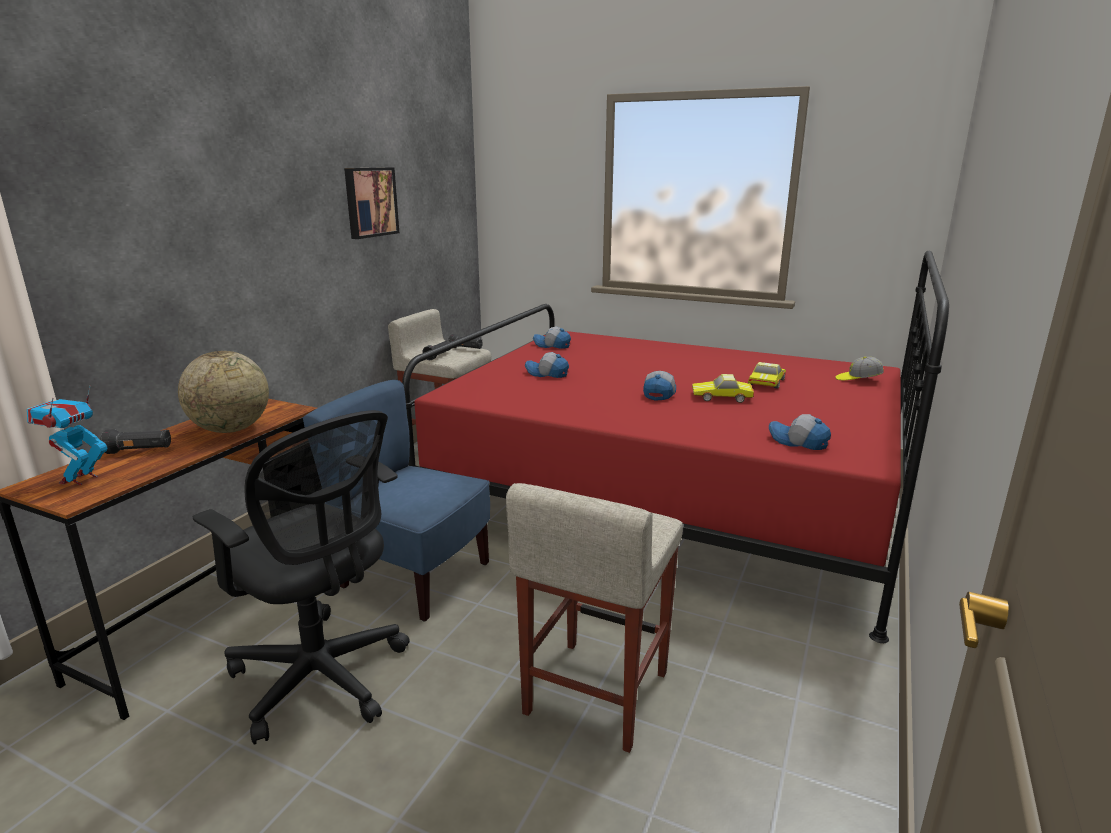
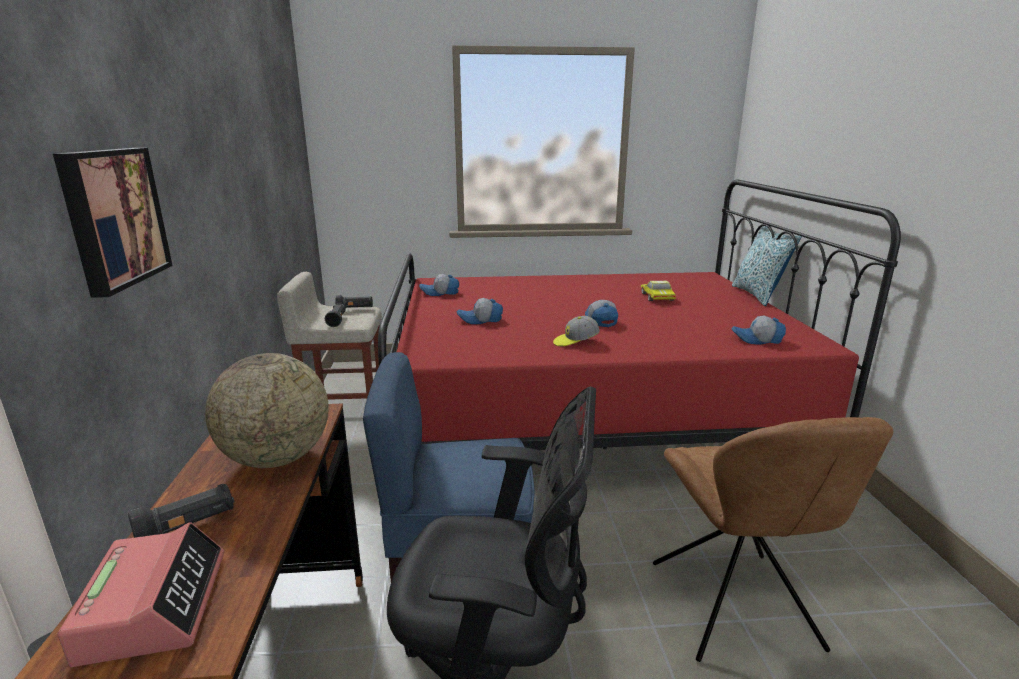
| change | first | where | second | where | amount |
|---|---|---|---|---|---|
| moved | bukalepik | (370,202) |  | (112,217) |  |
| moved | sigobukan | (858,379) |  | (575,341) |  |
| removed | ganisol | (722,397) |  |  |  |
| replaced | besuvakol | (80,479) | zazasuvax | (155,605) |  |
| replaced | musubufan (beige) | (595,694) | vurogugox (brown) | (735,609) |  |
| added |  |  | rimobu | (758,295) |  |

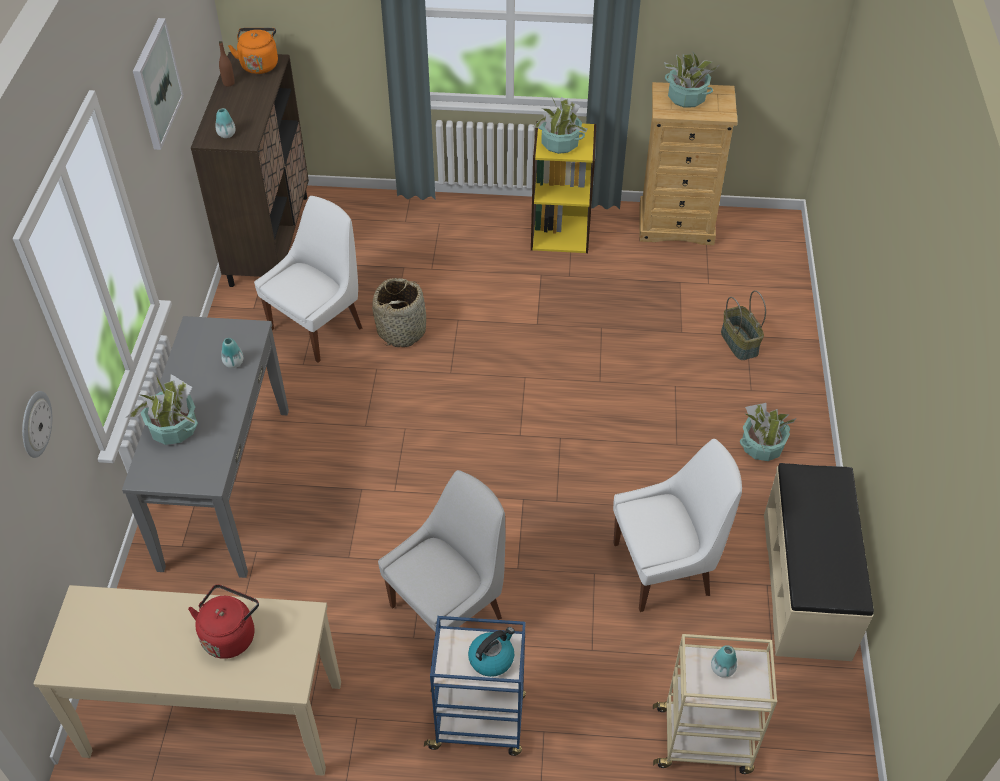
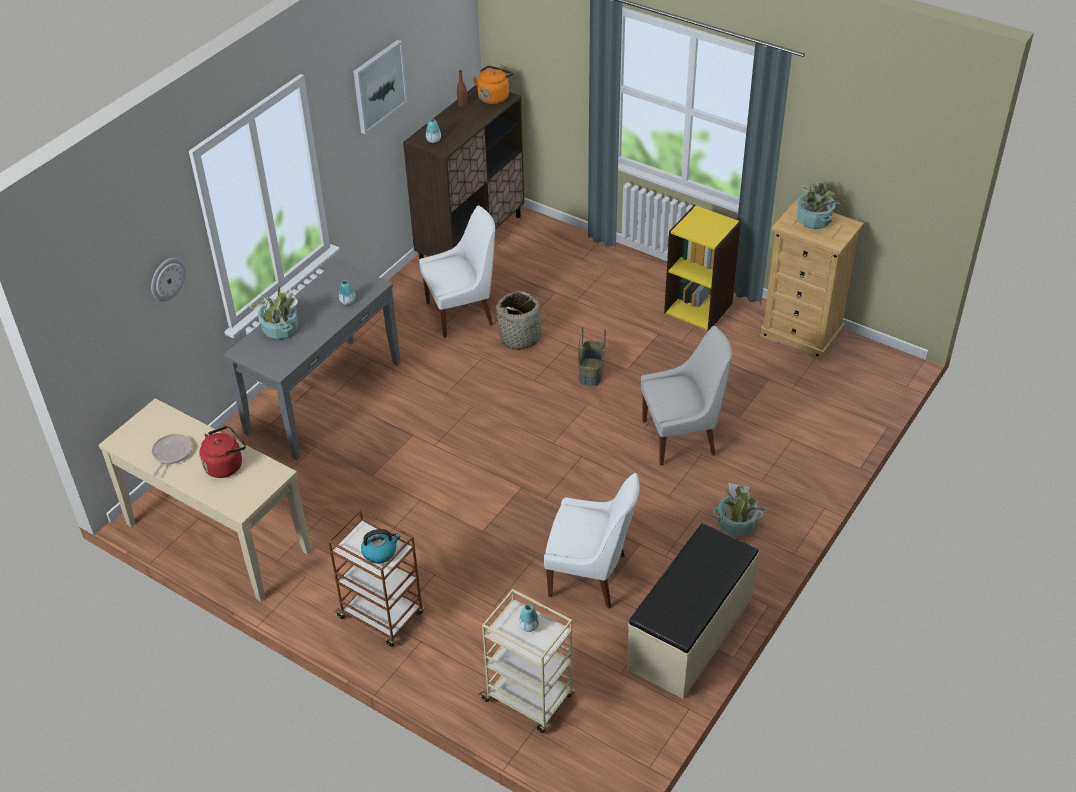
| change | first | where | second | where | amount |
|---|---|---|---|---|---|
| removed | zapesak | (560,143) |  |  |  |
| moved | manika | (740,343) |  | (592,372) |  |
| moved | vurogugox (white) | (449,609) |  | (682,437) |  |
| recoloured | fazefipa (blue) | (479,722) | fazefipa (brown) | (382,616) |  |
| added |  |  | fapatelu | (171,454) |  |

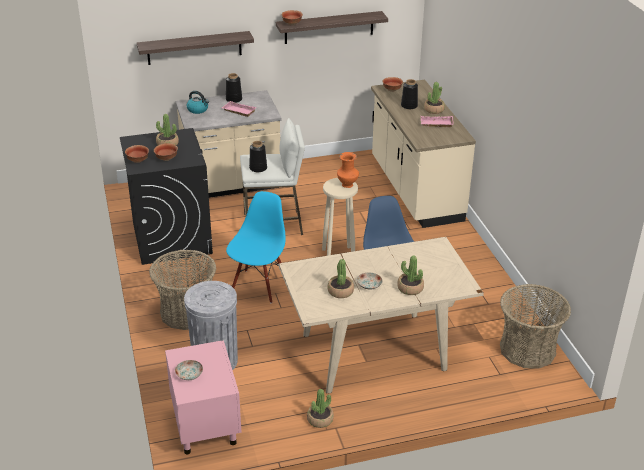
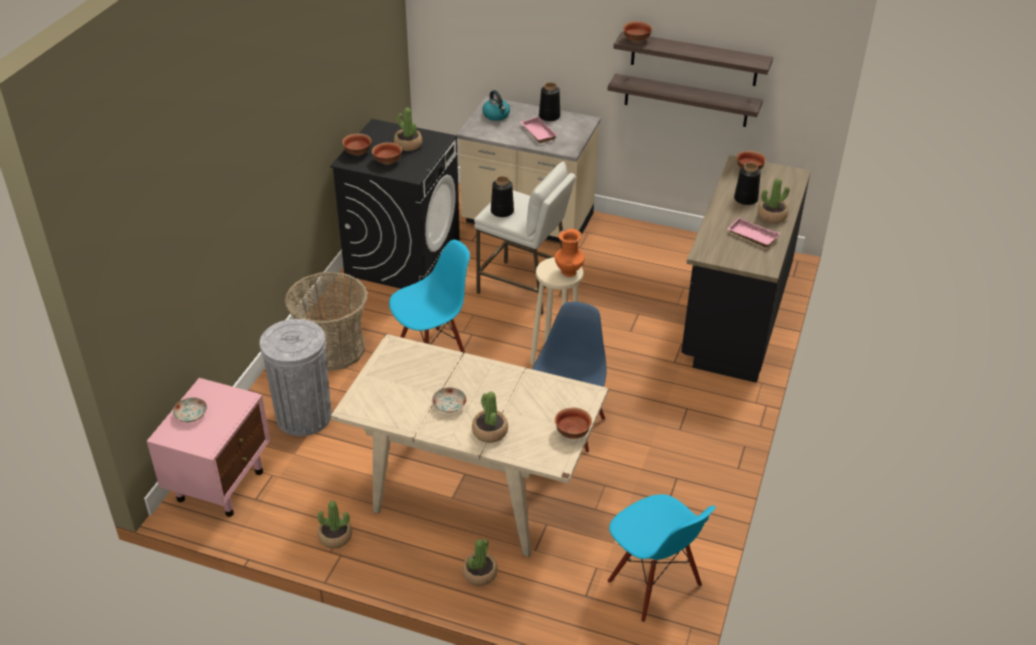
| change | first | where | second | where | amount |
|---|---|---|---|---|---|
| moved | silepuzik | (194,48) |  | (686,100) |  |
| recoloured | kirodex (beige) | (415,190) | kirodex (black) | (734,315) |  |
| moved | zapesak | (340,291) |  | (480,573) |  |
| replaced | manika | (527,349) | vurogugox (blue) | (653,584) |  |
| added |  |  | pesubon | (571,432) |  |

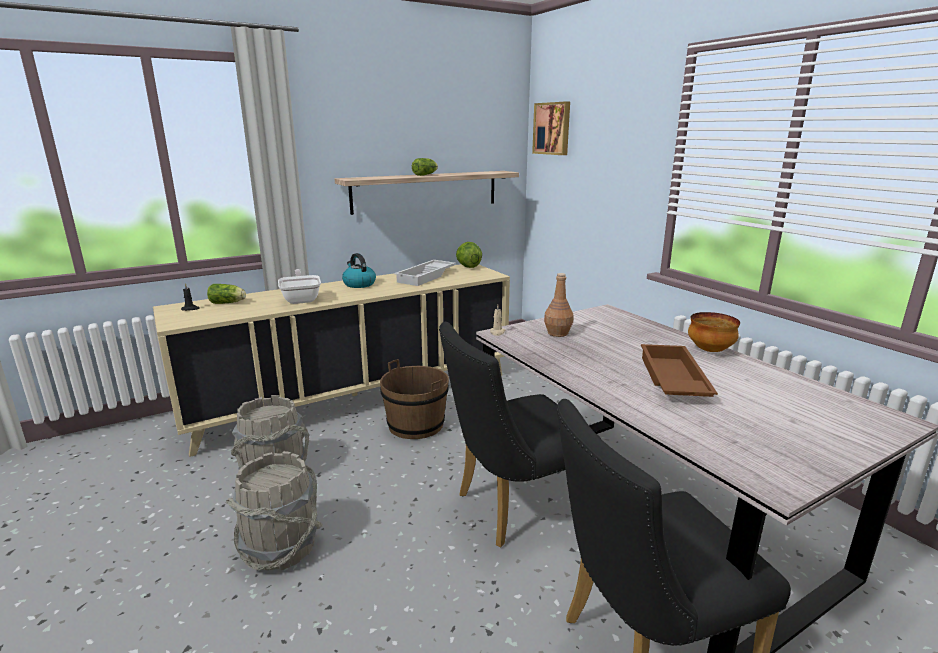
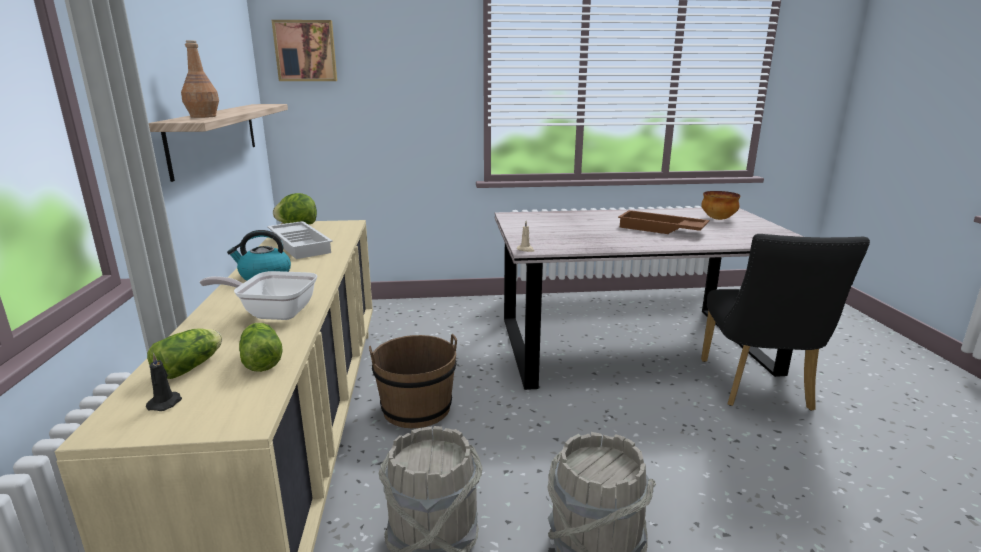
| change | first | where | second | where | amount |
|---|---|---|---|---|---|
| moved | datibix | (426,175) |  | (262,359) |  |
| moved | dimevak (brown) | (557,333) |  | (203,116) |  |
| moved | pesubon | (710,350) |  | (718,219) |  |
| removed | vurogugox (black) | (513,508) |  |  |  |

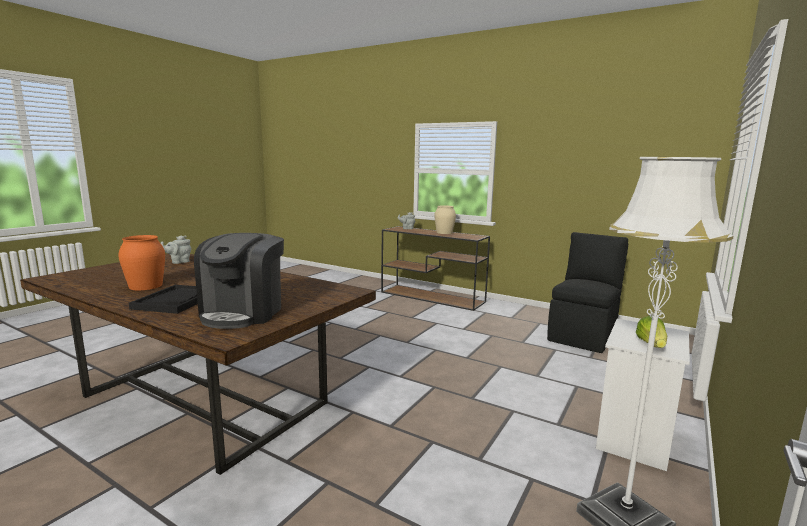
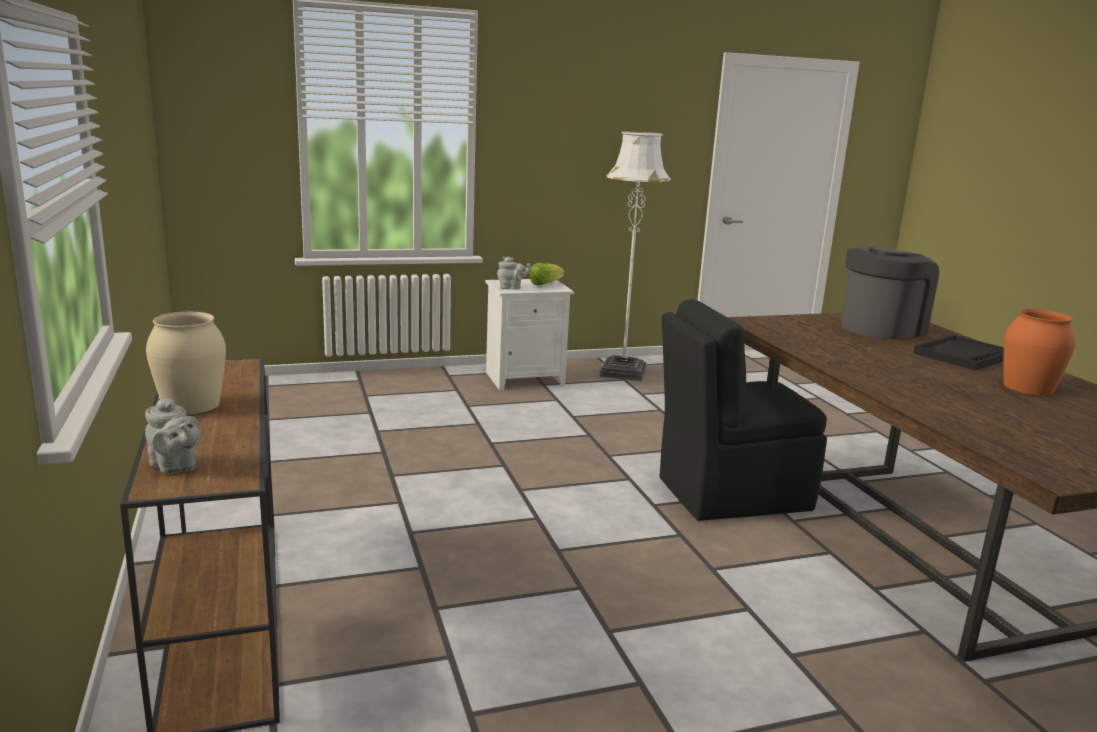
| change | first | where | second | where | amount |
|---|---|---|---|---|---|
| moved | vurogugox (black) | (583,335) |  | (729,494) |  |
| moved | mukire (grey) | (179,262) |  | (512,288) |  |

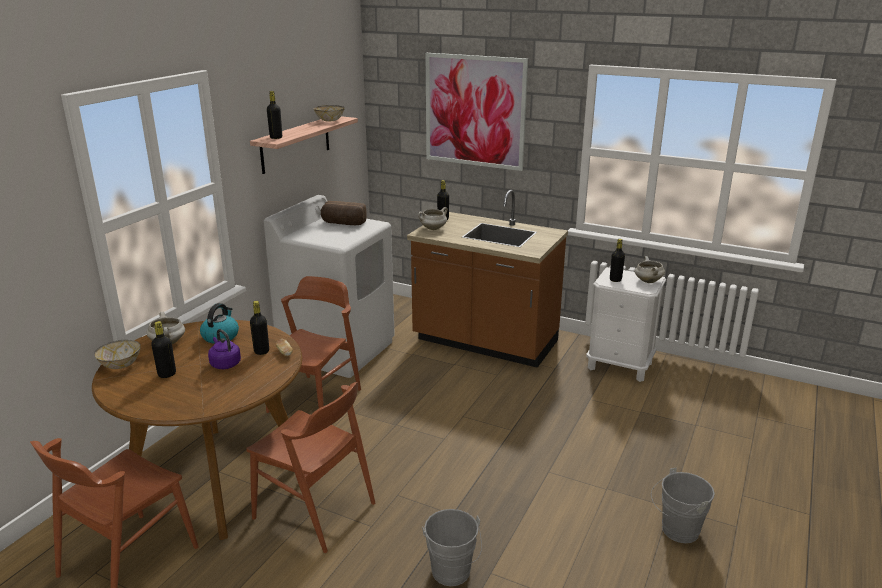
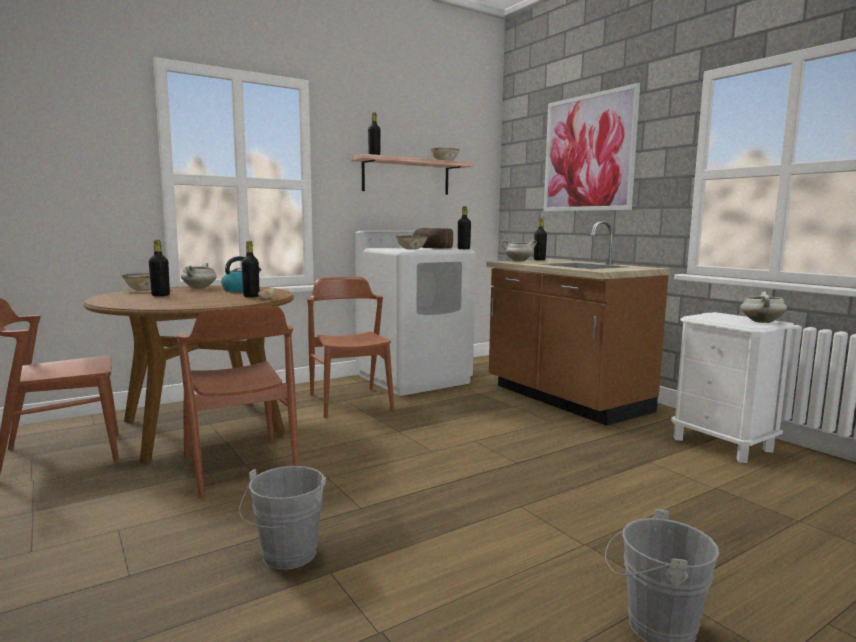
| change | first | where | second | where | amount |
|---|---|---|---|---|---|
| moved | dimevak (black) | (615,280) |  | (463,249) |  |
| turned | vurogugox (brown) | (315,400) |  | (350,402) | 75 degrees counterclockwise |
| removed | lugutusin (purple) | (225,364) |  |  |  |
| added |  |  | pesubon | (411,249) |  |

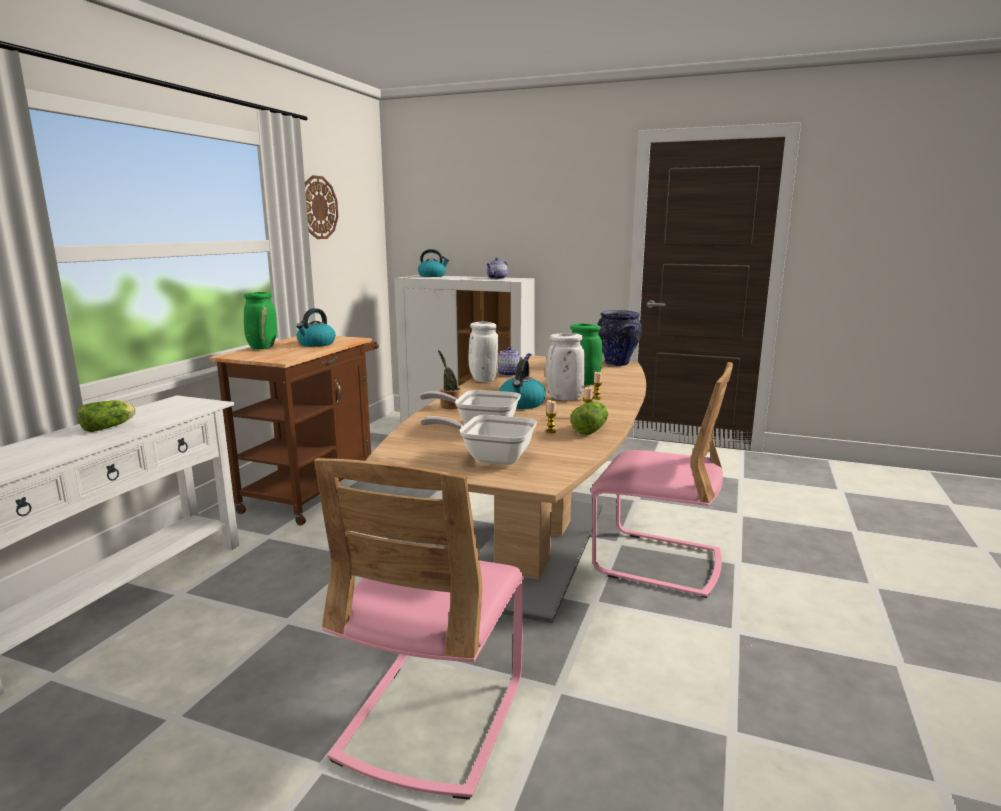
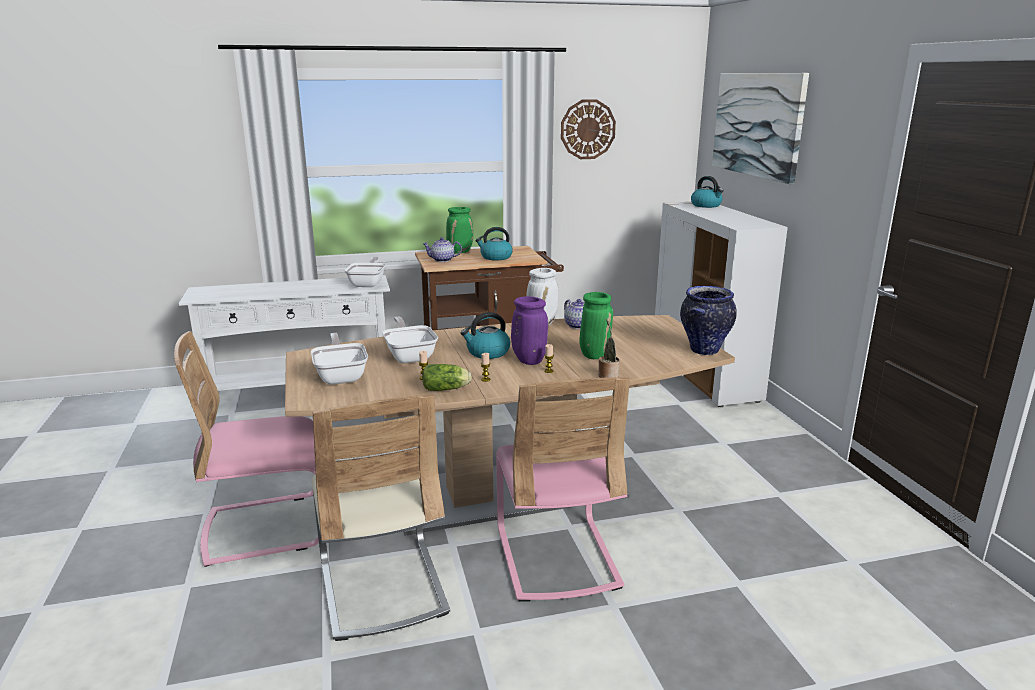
| change | first | where | second | where | amount |
|---|---|---|---|---|---|
| moved | mukire | (497,278) |  | (442,260) |  |
| recoloured | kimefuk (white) | (564,398) | kimefuk (purple) | (528,361) |  |
| moved | zapesak | (449,406) |  | (608,375) |  |
| removed | datibix | (110,427) |  |  |  |
| added |  |  | bukalepik | (757,124) |  |
| added |  |  | fapatelu | (368,283) |  |
| added |  |  | vurogugox (beige) | (382,586) |  |

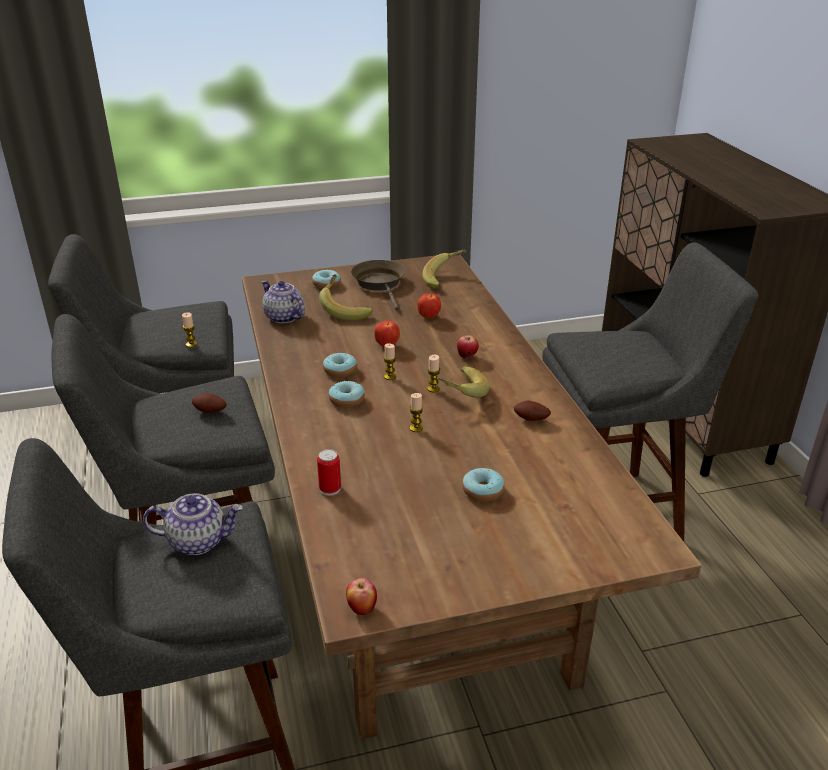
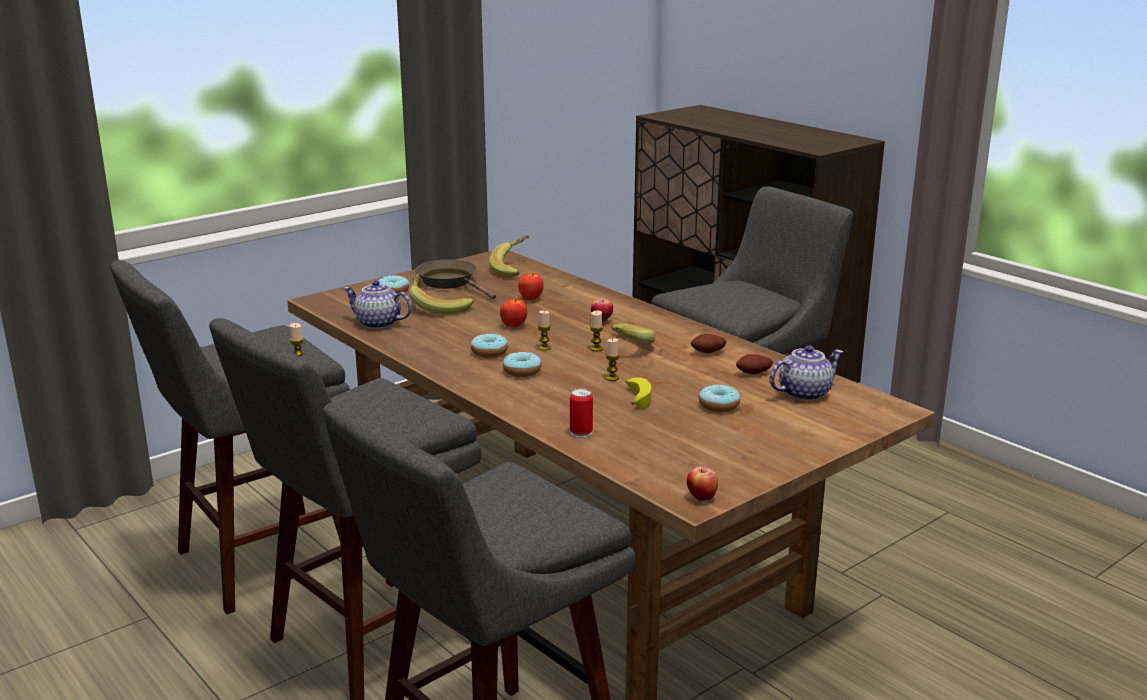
| change | first | where | second | where | amount |
|---|---|---|---|---|---|
| moved | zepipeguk | (210,412) |  | (754,374) |  |
| moved | mukire | (198,541) |  | (804,393) |  |
| added |  |  | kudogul | (636,398) |  |

